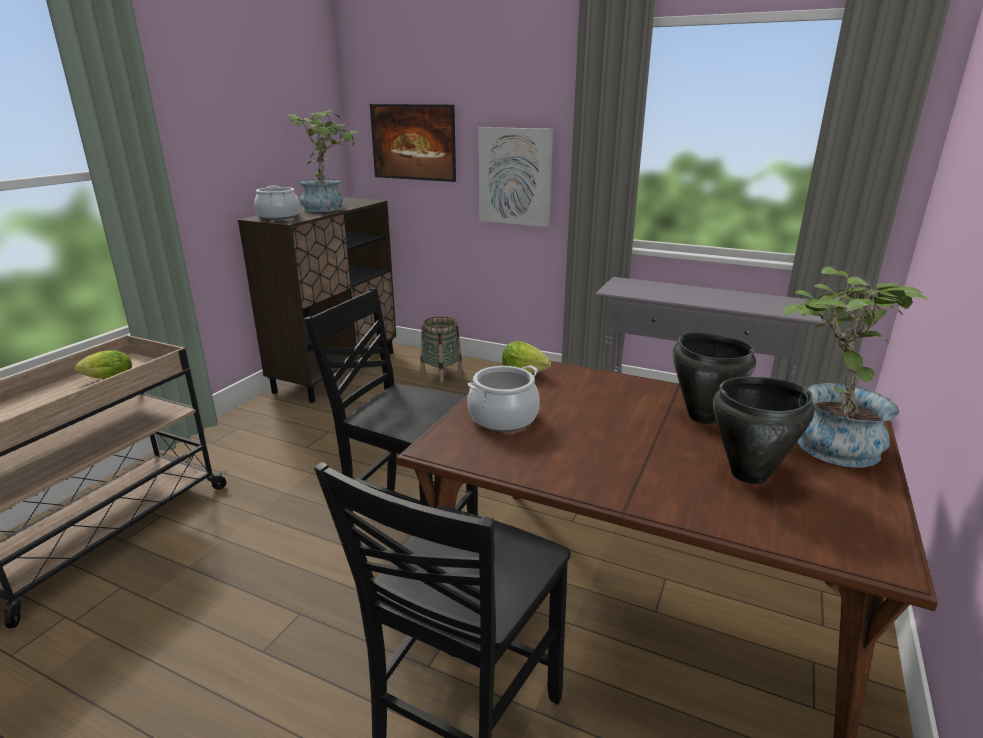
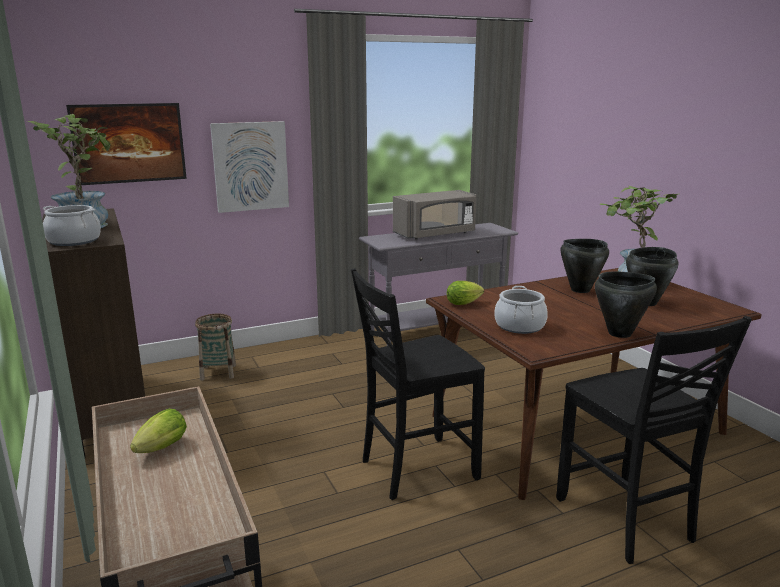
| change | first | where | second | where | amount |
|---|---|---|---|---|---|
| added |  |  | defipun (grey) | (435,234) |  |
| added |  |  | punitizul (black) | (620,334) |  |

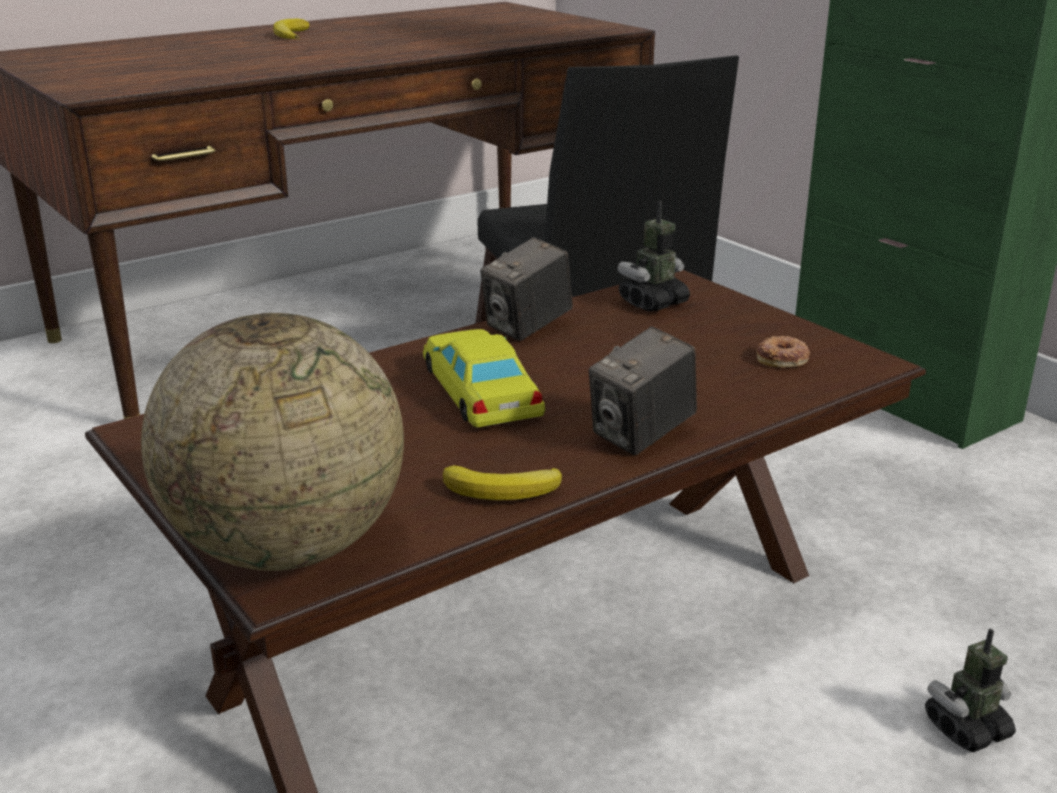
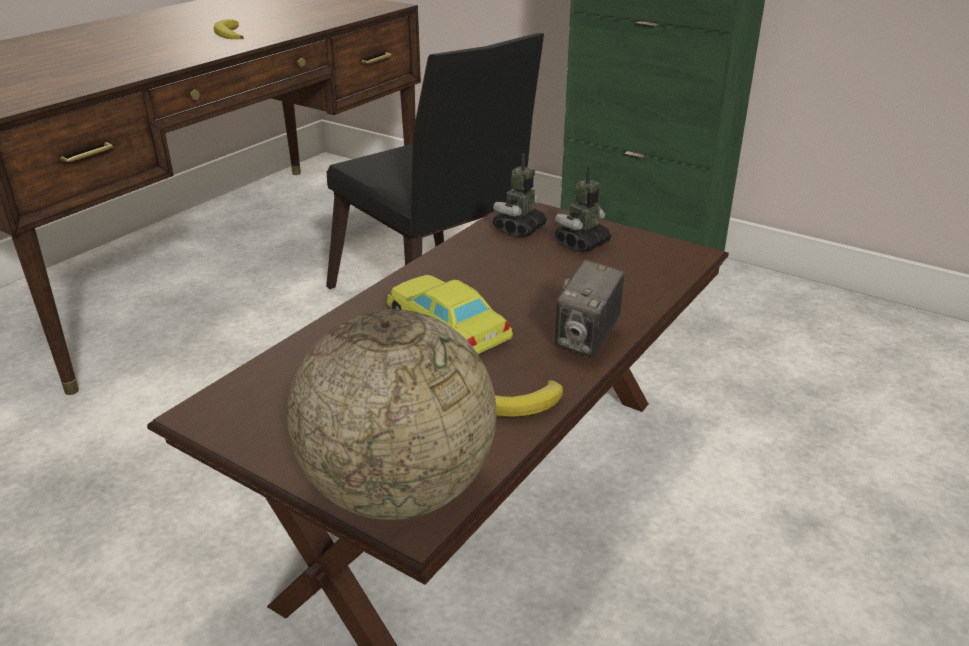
| change | first | where | second | where | amount |
|---|---|---|---|---|---|
| moved | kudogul | (290,35) |  | (229,34) |  |
| removed | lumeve | (527,327) |  |  |  |
| removed | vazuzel | (782,358) |  |  |  |
| moved | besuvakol | (967,729) |  | (582,243) |  |

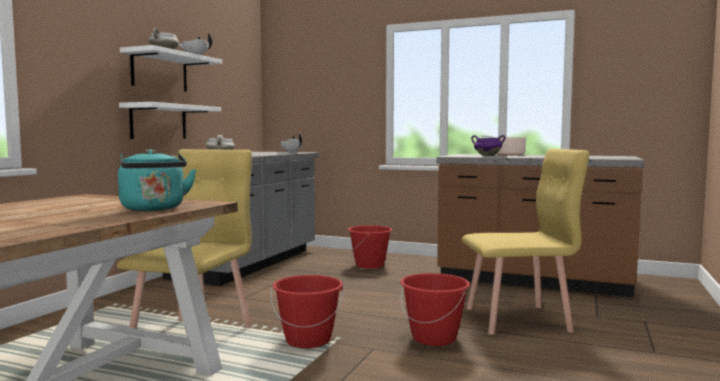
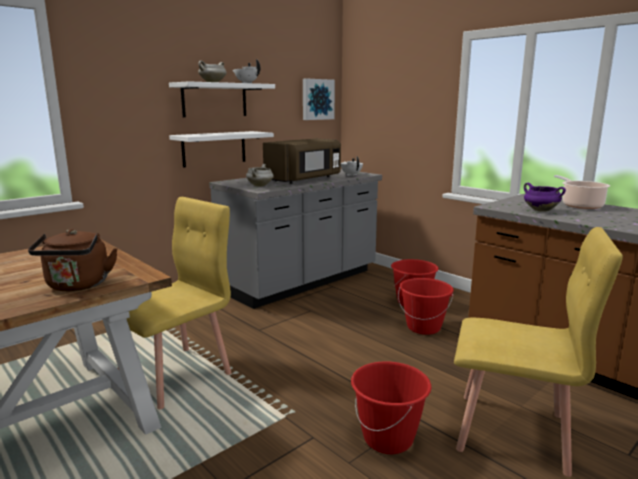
| change | first | where | second | where | amount |
|---|---|---|---|---|---|
| recoloured | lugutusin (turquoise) | (154,209) | lugutusin (brown) | (77,286) |  |
| moved | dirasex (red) | (308,341) |  | (423,327) |  |
| added |  |  | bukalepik | (317,99) |  |
| added |  |  | defipun (brown) | (304,179) |  |

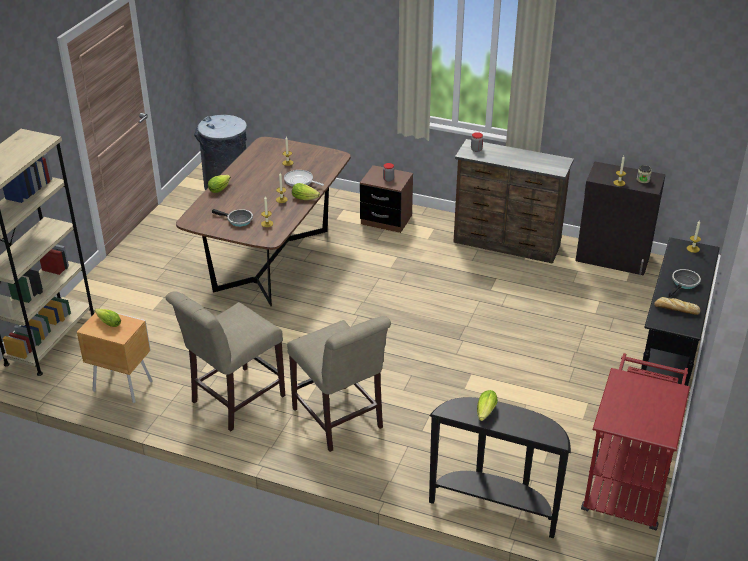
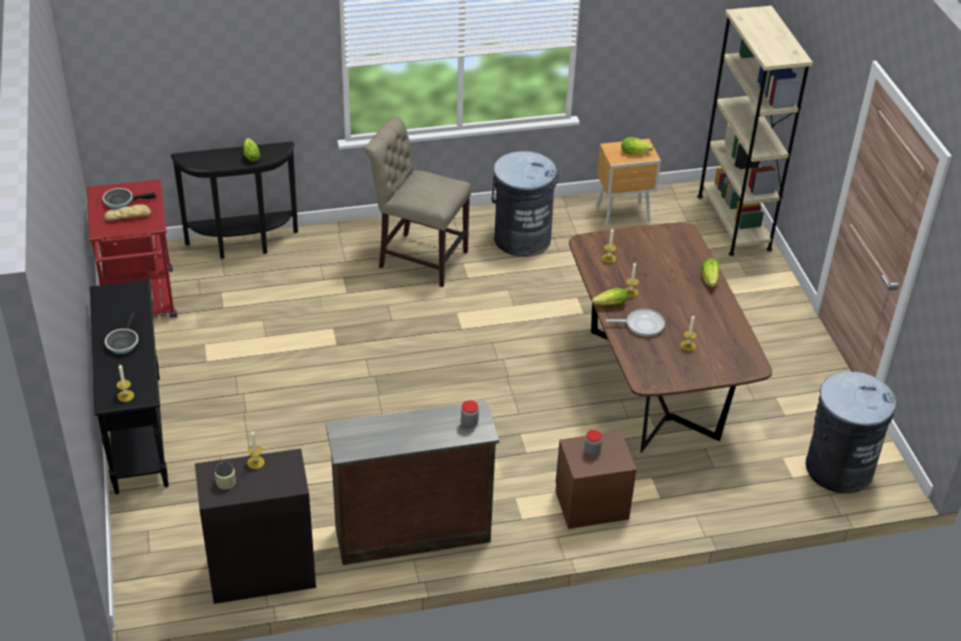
| change | first | where | second | where | amount |
|---|---|---|---|---|---|
| moved | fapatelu | (238,220) |  | (121,201) |  |
| replaced | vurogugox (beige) | (233,401) | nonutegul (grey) | (522,238) |  |
| moved | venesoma | (675,309) |  | (129,216) |  |

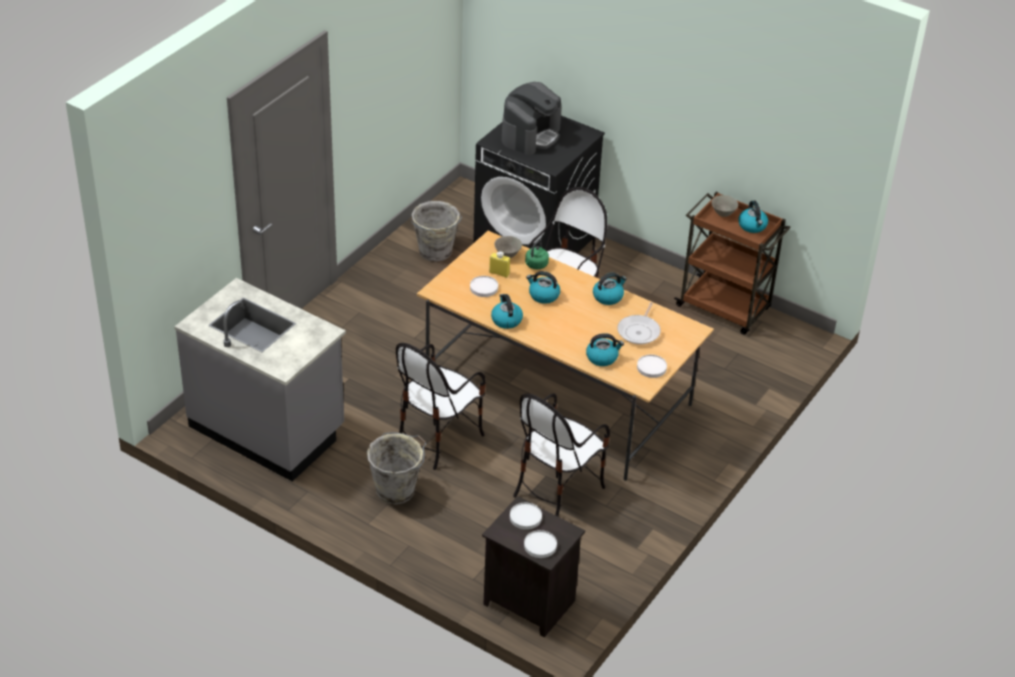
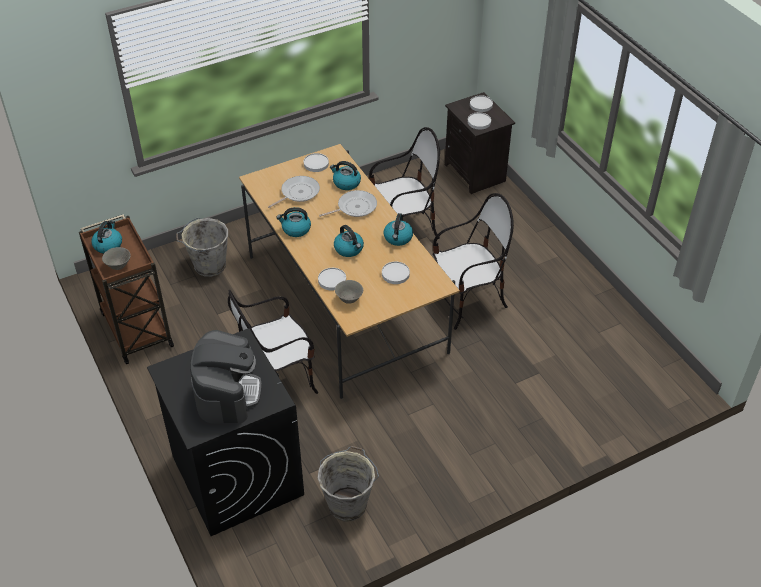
| change | first | where | second | where | amount |
|---|---|---|---|---|---|
| turned | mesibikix | (531,135) |  | (227,392) | 120 degrees clockwise |
| replaced | lugutusin (green) | (535,265) | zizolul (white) | (332,280) |  |
| removed | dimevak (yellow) | (499,273) |  |  |  |
| removed | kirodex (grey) | (268,428) |  |  |  |
| moved | dirasex (grey) | (397,490) |  | (208,265) |  |
| added |  |  | fapatelu | (354,207) |  |

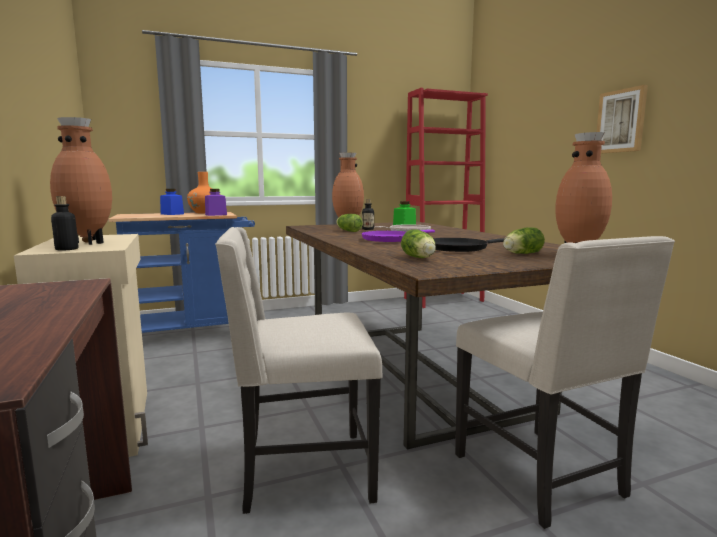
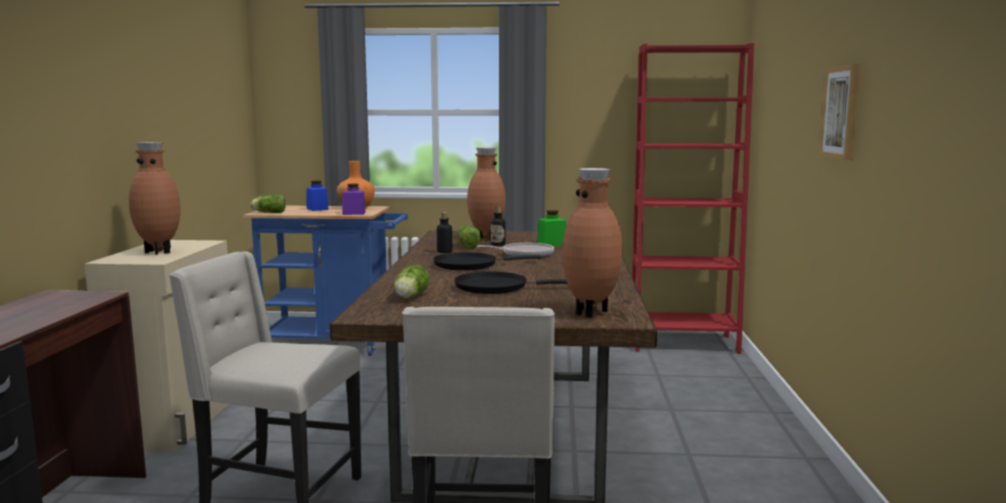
| change | first | where | second | where | amount |
|---|---|---|---|---|---|
| moved | dimevak | (67,249) |  | (444,252) |  |
| moved | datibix | (521,254) |  | (268,213) |  |
| recoloured | fapatelu (purple) | (391,239) | fapatelu (black) | (470,265) |  |

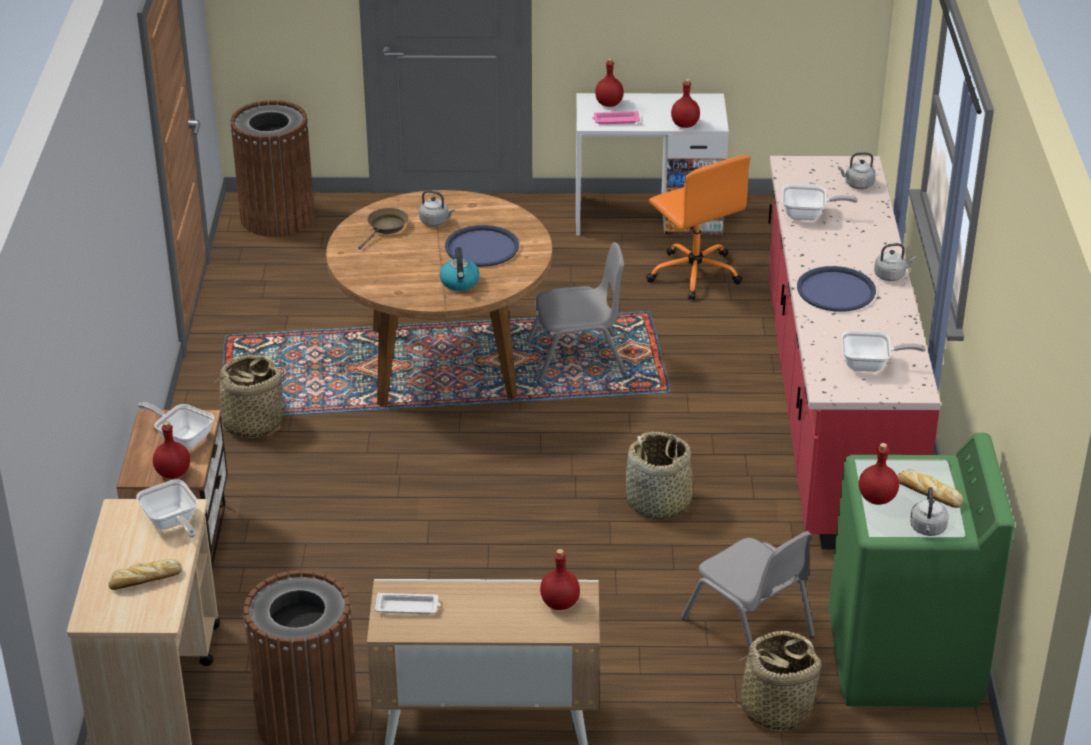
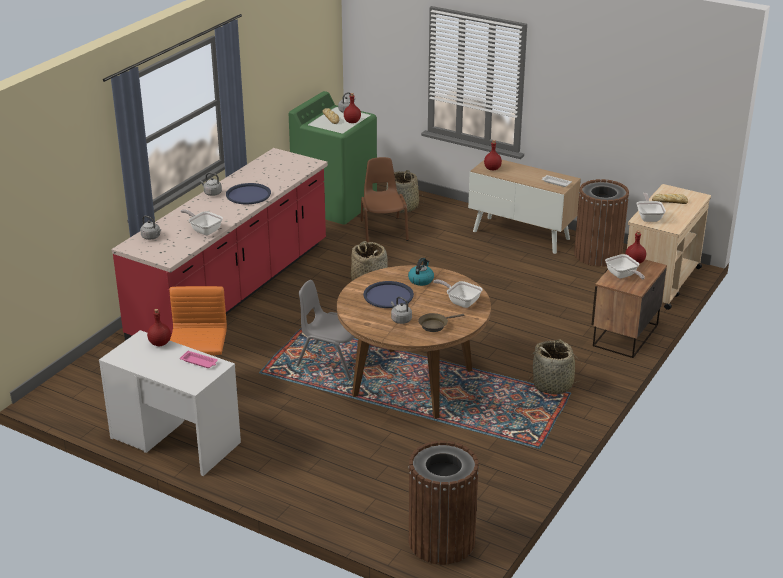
| change | first | where | second | where | amount |
|---|---|---|---|---|---|
| removed | dimevak (red) | (608,103) |  |  |  |
| moved | fapatelu | (870,365) |  | (460,301) |  |
| recoloured | vurogugox (grey) | (748,627) | vurogugox (brown) | (383,230) |  |

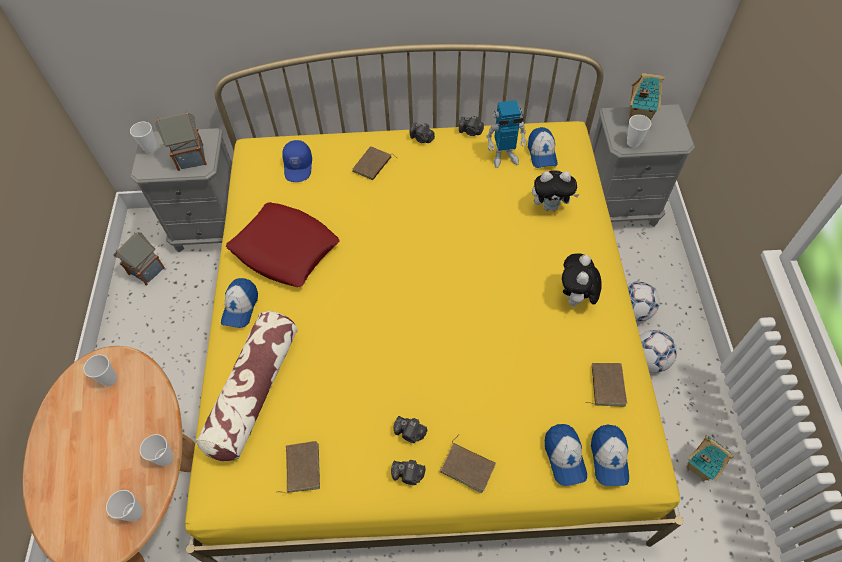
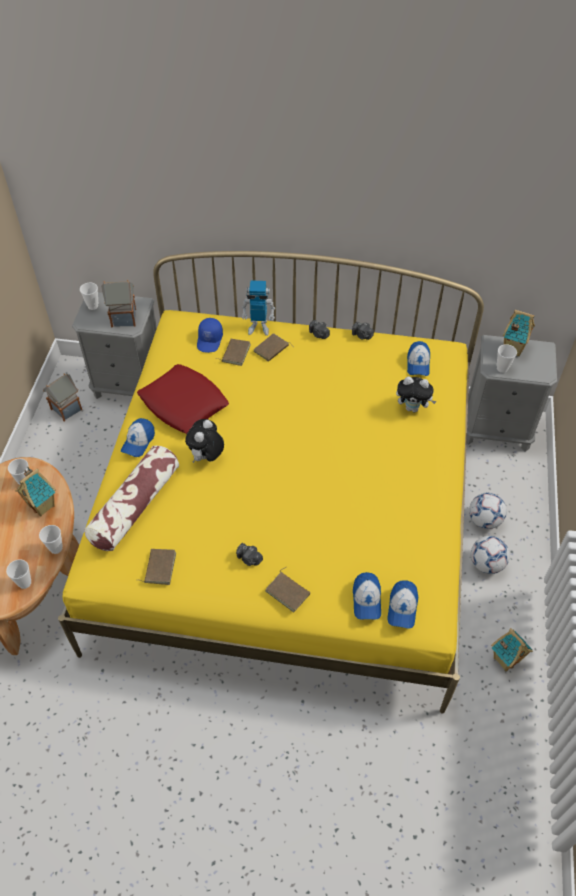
| change | first | where | second | where | amount |
|---|---|---|---|---|---|
| moved | besuvakol | (504,157) |  | (258,327) |  |
| moved | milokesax | (575,298) |  | (206,457) |  |
| moved | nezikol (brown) | (606,385) |  | (235,353) |  |
| removed | lumeve | (409,475) |  |  |  |
| added |  |  | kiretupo | (43,506) |  |

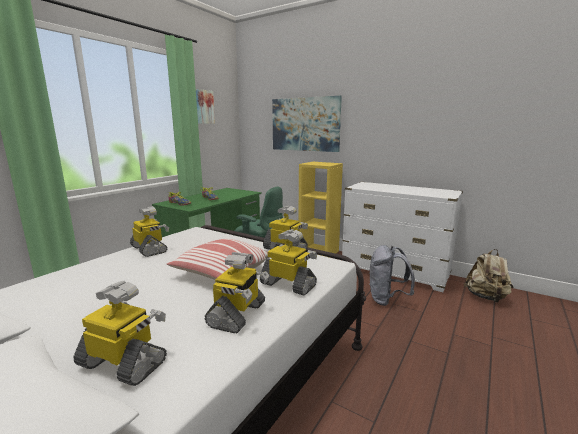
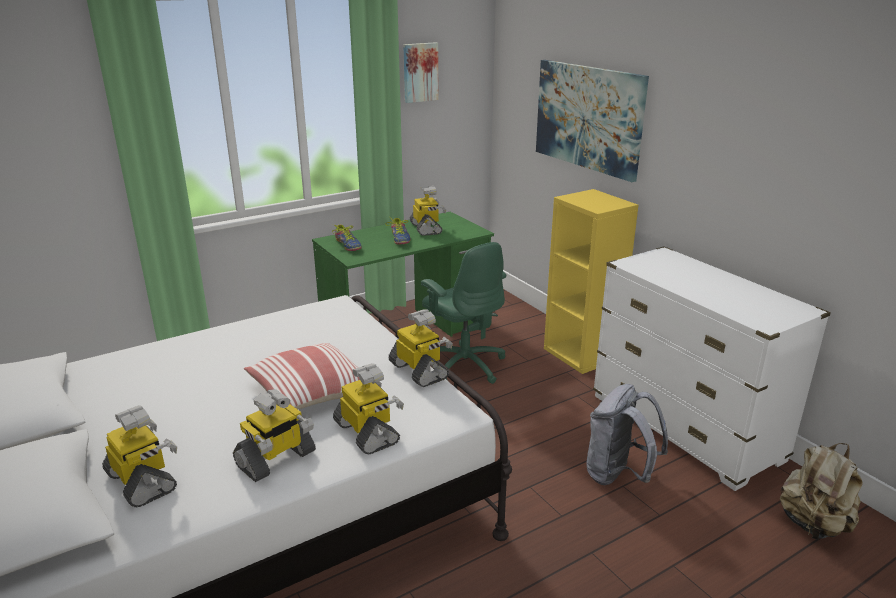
| change | first | where | second | where | amount |
|---|---|---|---|---|---|
| moved | besuvakol | (150,249) |  | (426,229) |  |

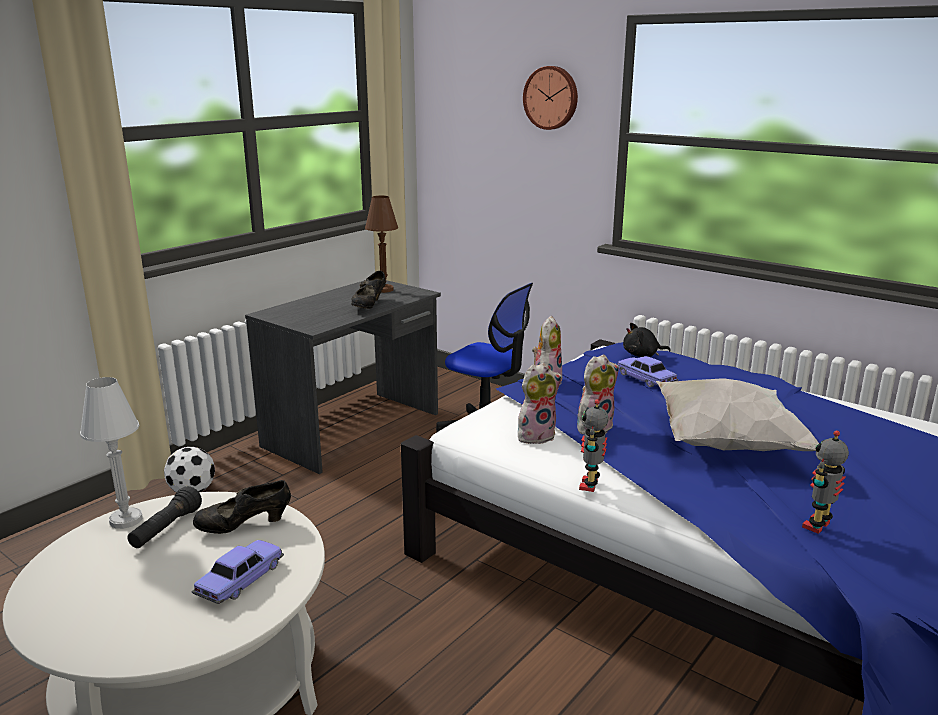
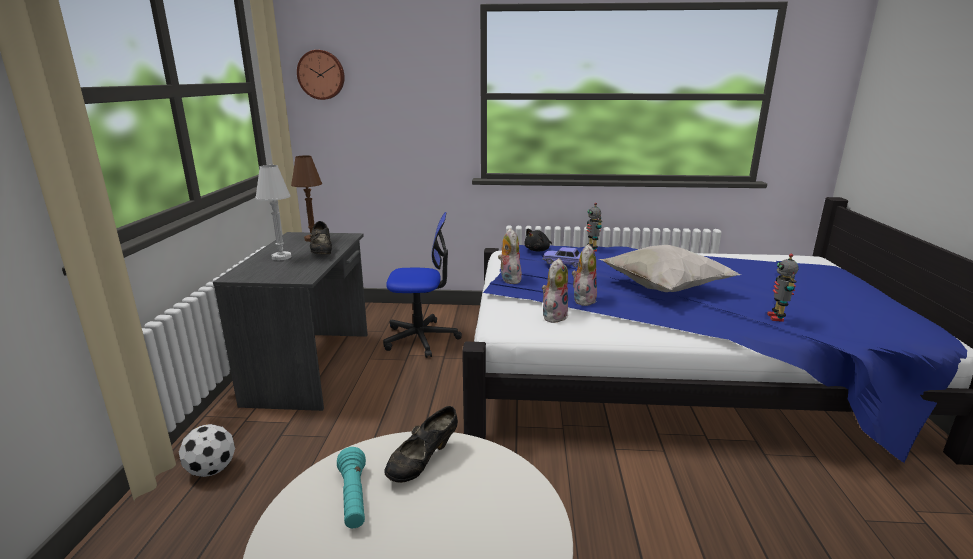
| change | first | where | second | where | amount |
|---|---|---|---|---|---|
| moved | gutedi | (551,98) |  | (321,75) |  |
| moved | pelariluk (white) | (126,520) |  | (281,257) |  |
| moved | besuvakol | (590,485) |  | (591,249) |  |
| recoloured | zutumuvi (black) | (166,529) | zutumuvi (turquoise) | (354,498) |  |
| removed | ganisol | (241,580) |  |  |  |

